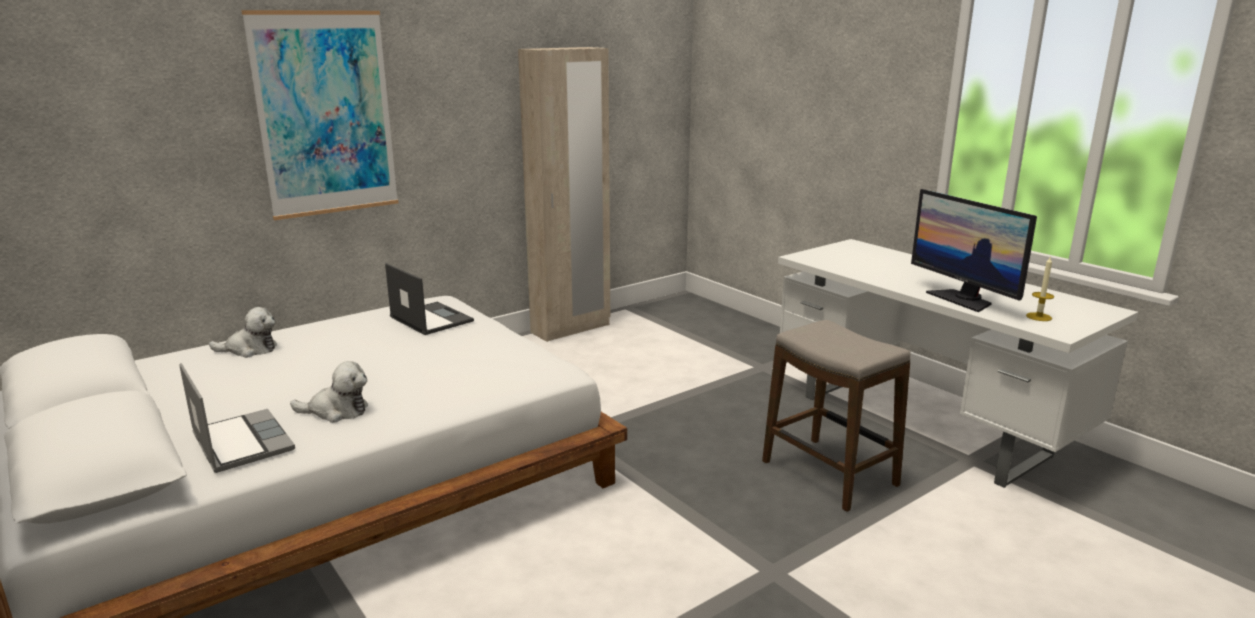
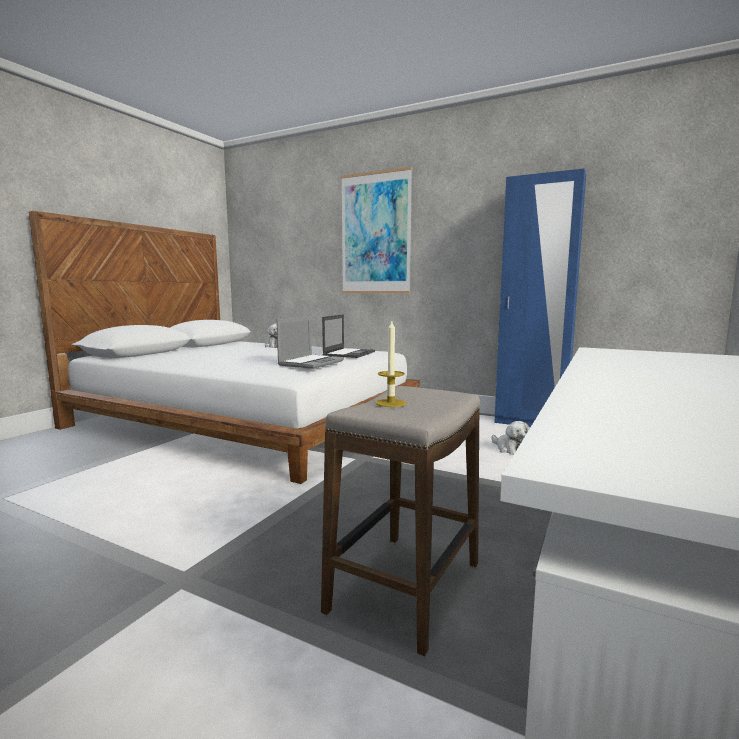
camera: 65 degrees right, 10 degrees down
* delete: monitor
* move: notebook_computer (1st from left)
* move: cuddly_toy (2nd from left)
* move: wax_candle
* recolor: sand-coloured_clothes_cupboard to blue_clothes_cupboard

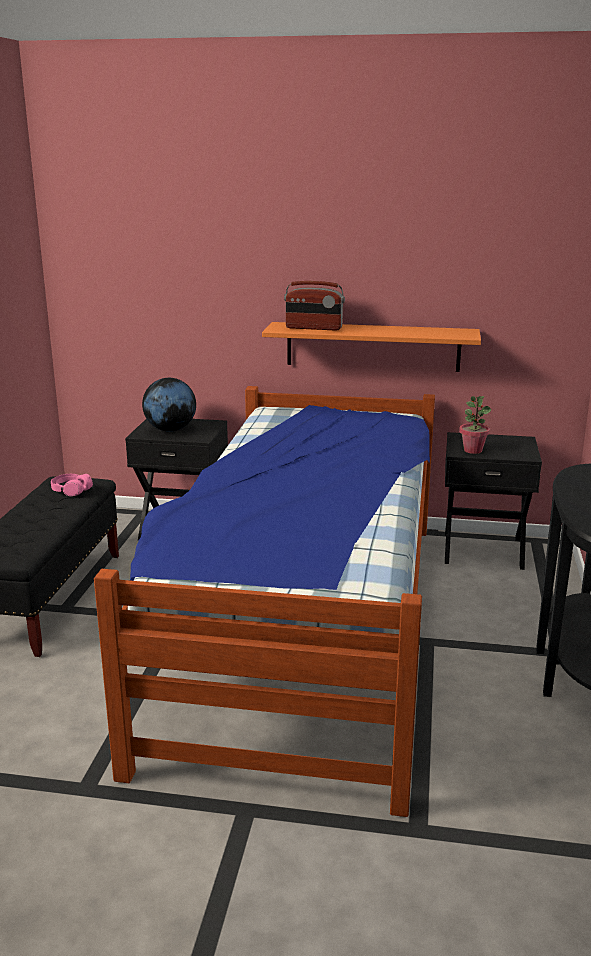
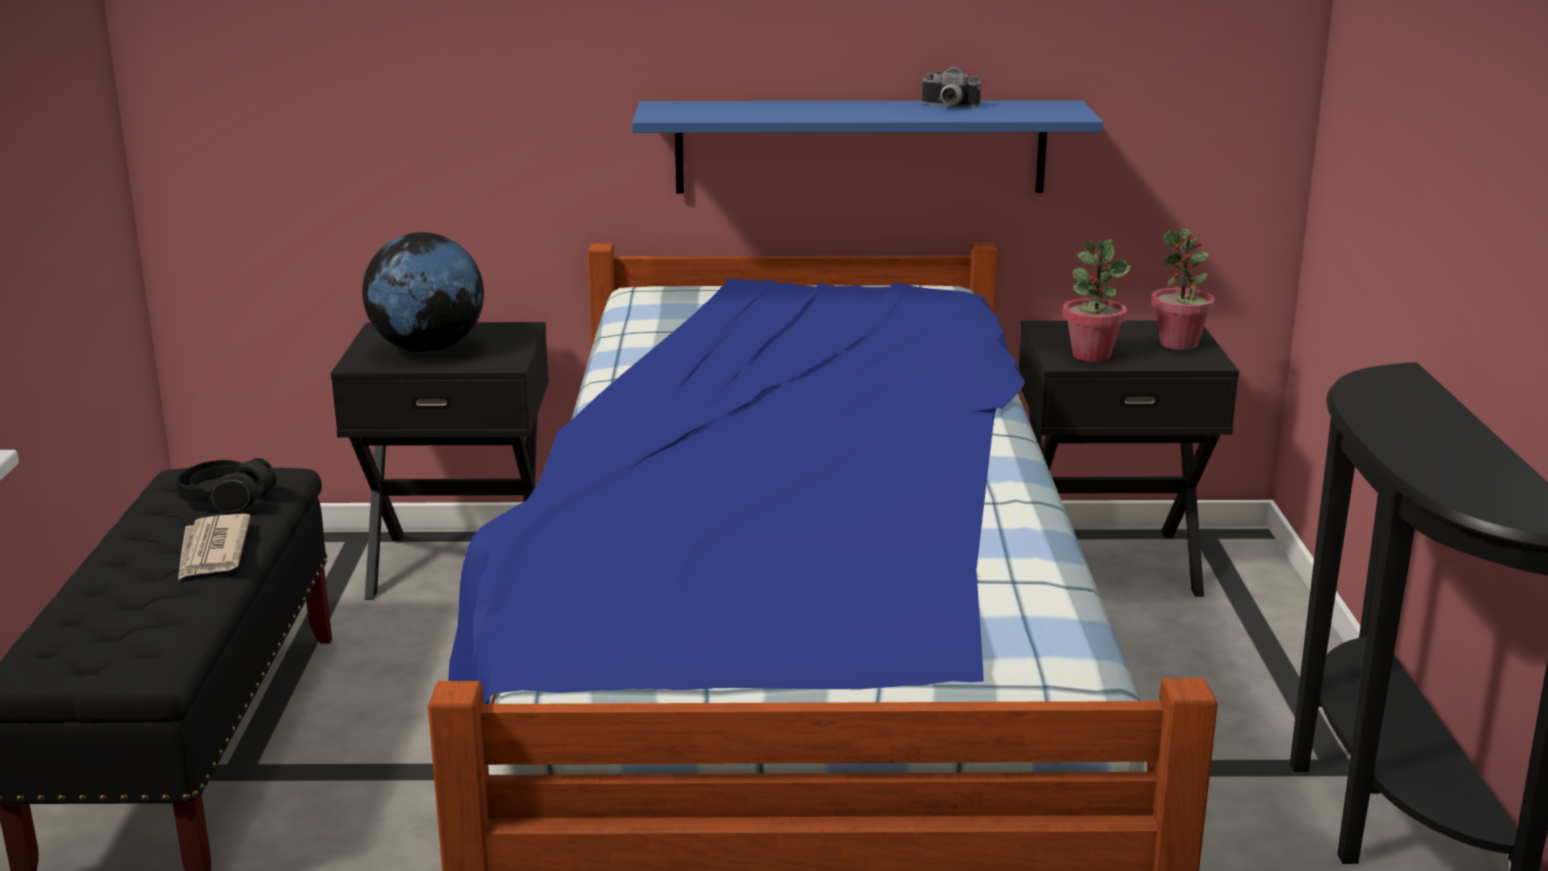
camera: 10 degrees left, 0 degrees up
* delete: radio_set
* insert: printed_paper
* insert: photo_camera
* insert: houseplant (2nd from left)
* recolor: pink-coloured_pair_of_headphones to black_pair_of_headphones
* recolor: orangey_wall_shelf to blue_wall_shelf

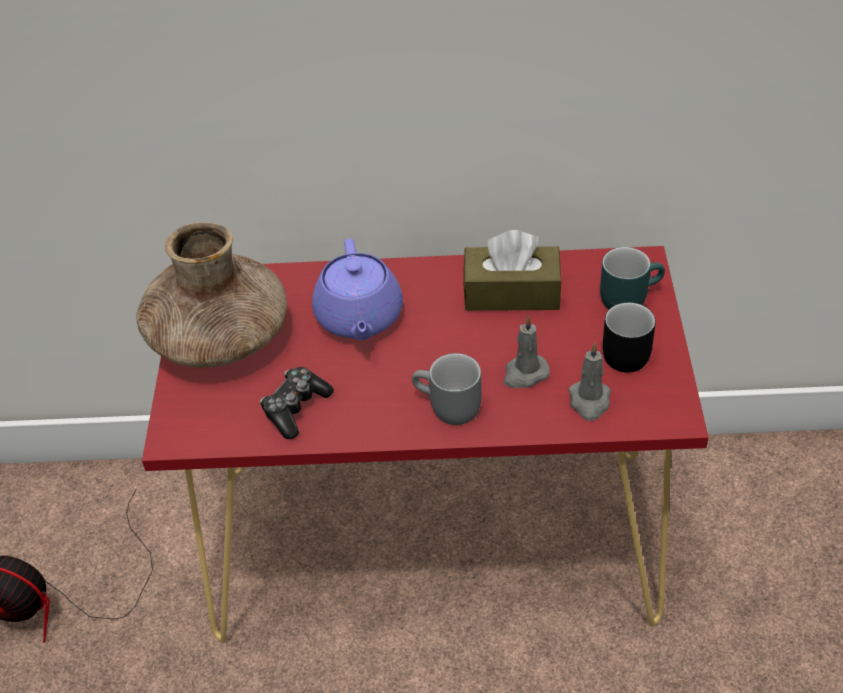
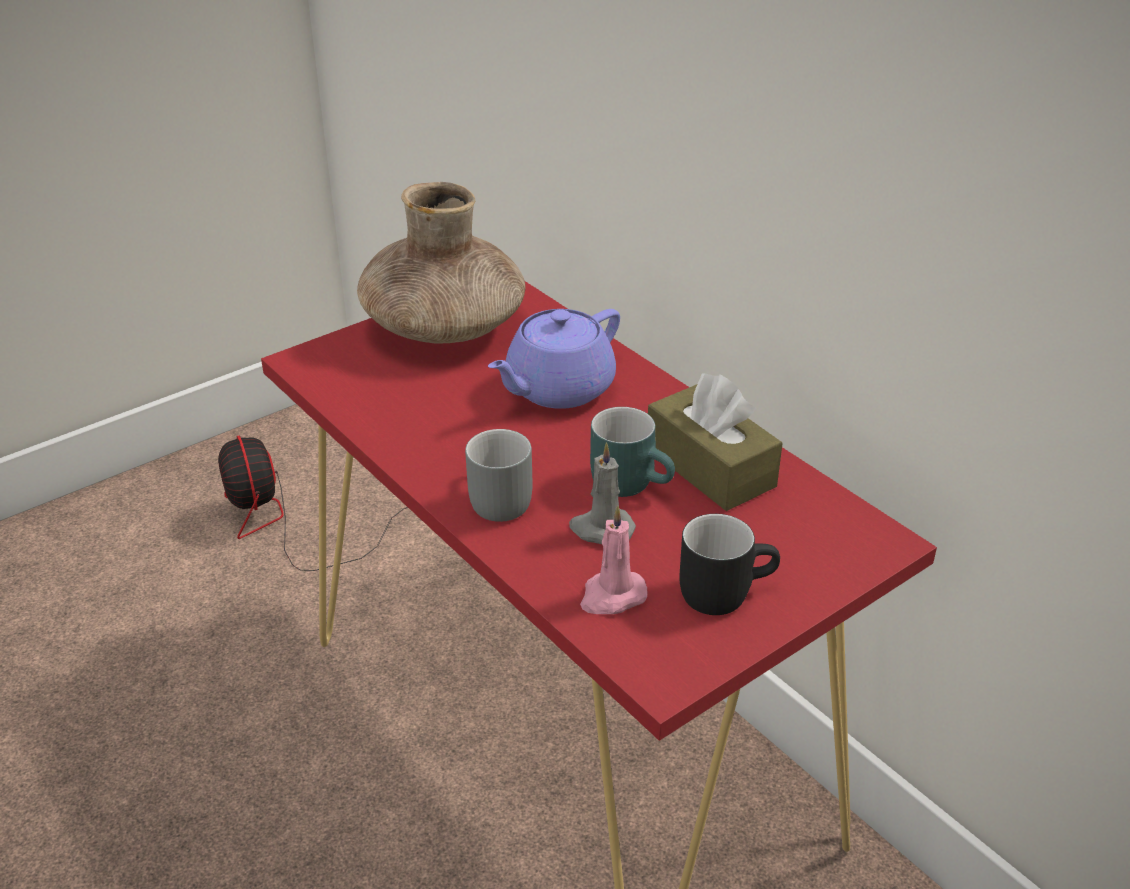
camera: 50 degrees right, 10 degrees down
* delete: gamepad
* move: turquoise_tea_mug
* recolor: gray_wax_candle (2nd from left) to pink-coloured_wax_candle

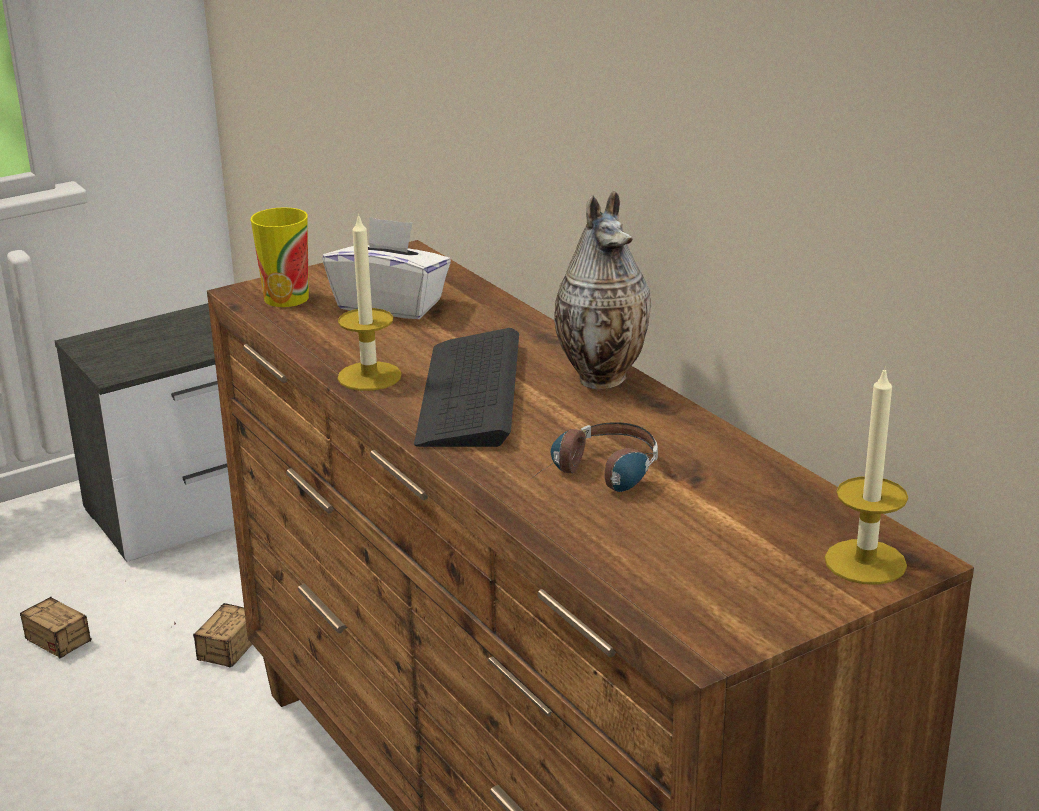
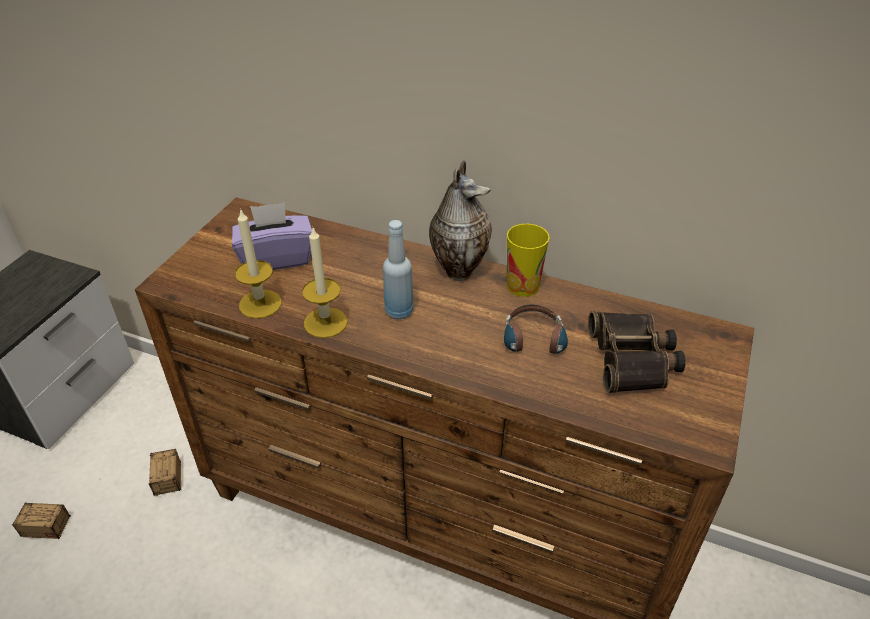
camera: 35 degrees left, 15 degrees up
* insert: binoculars
* move: drinking_cup
* move: wax_candle (2nd from left in the first image) to wax_candle (1st from left)
* replace: computer_keyboard to blue_drink_bottle
* recolor: white_box_of_tissues to purplish_box_of_tissues

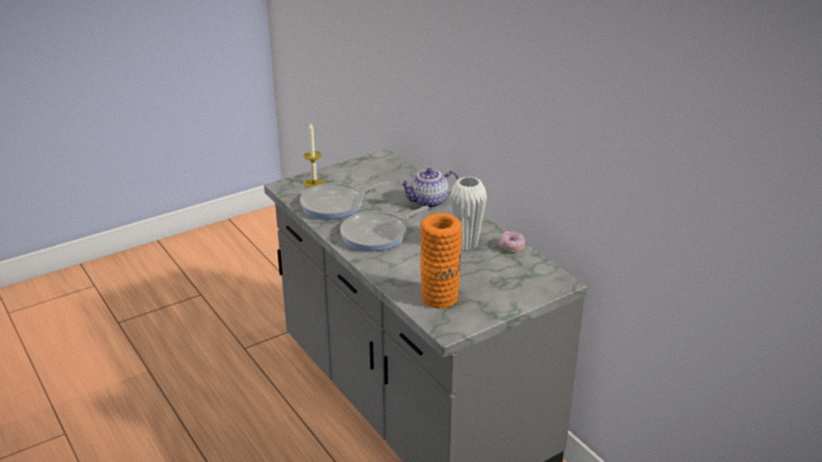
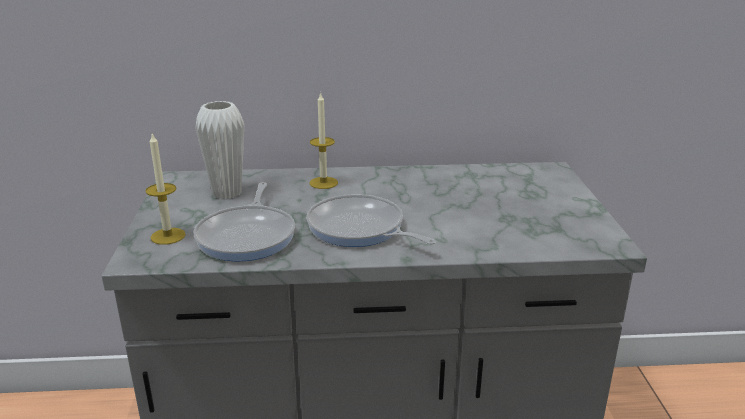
camera: 60 degrees left, 5 degrees down
* delete: orangey_flower_vase
* delete: doughnut
* move: white_flower_vase
* replace: pot_for_tea to wax_candle (2nd from left)
* rotate: pan (2nd from left) 135 degrees clockwise

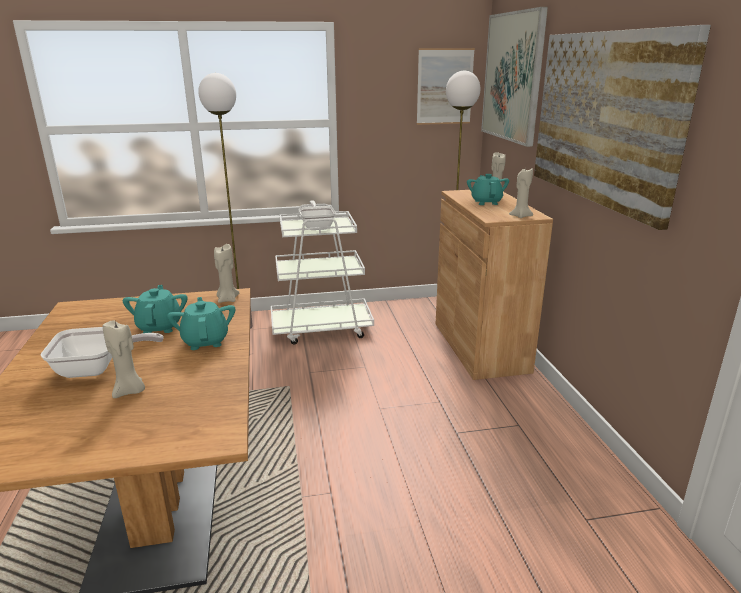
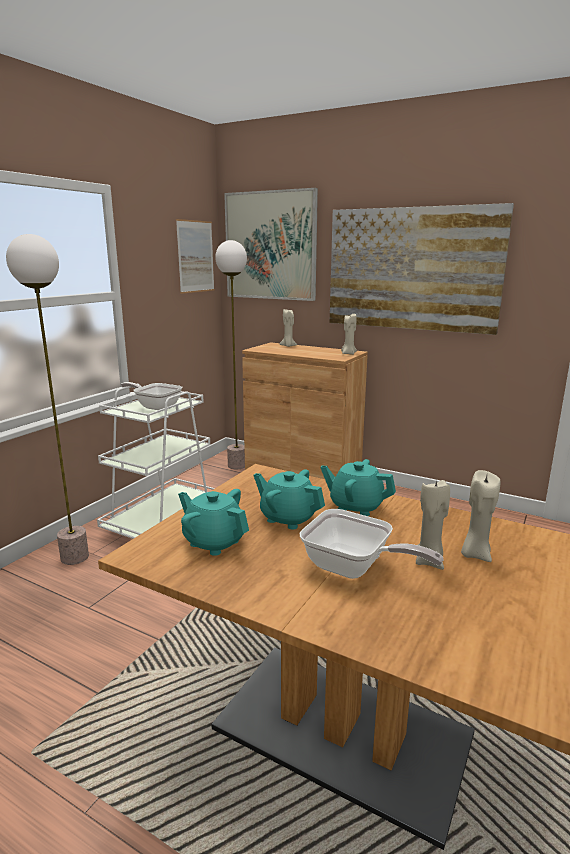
camera: 50 degrees left, 5 degrees down
* move: sand-coloured_wax_candle (2nd from left in the first image) to sand-coloured_wax_candle (4th from left)
* move: turquoise_pot_for_tea (3rd from left in the first image) to turquoise_pot_for_tea (1st from left)
* rotate: pan (1st from left in the first image) 90 degrees clockwise

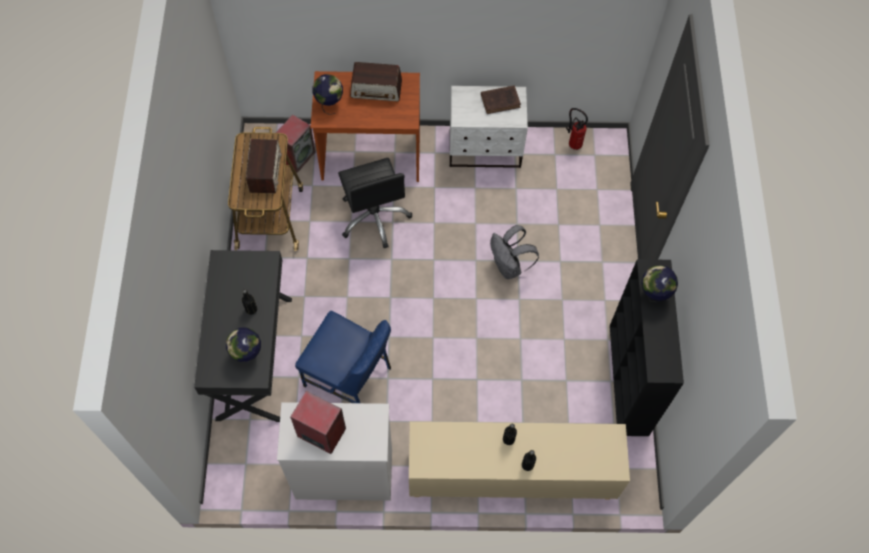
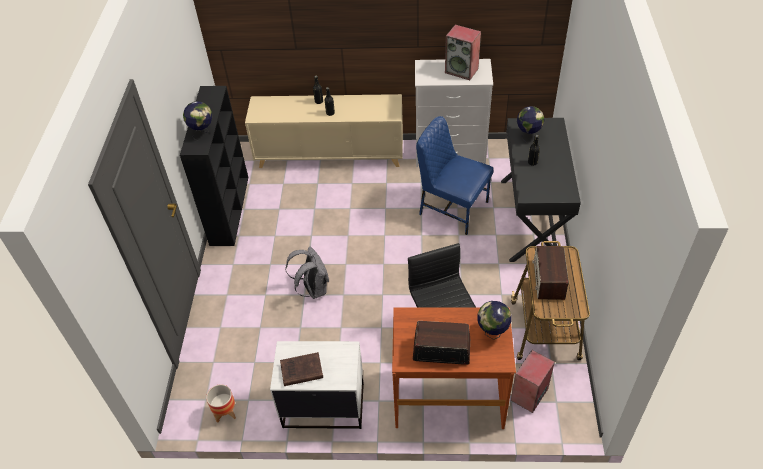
camera: 175 degrees left, 15 degrees down
* replace: fire_extinguisher to plant_pot

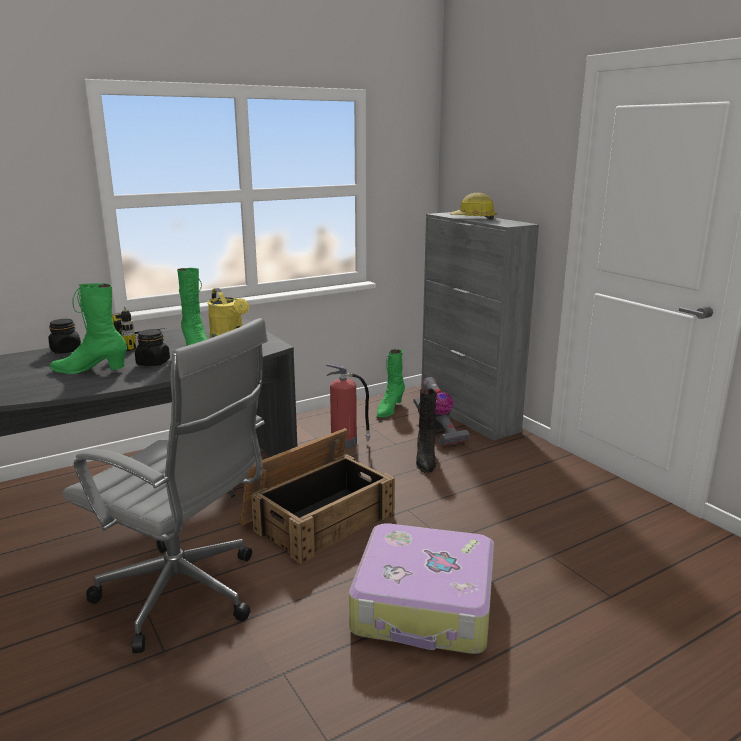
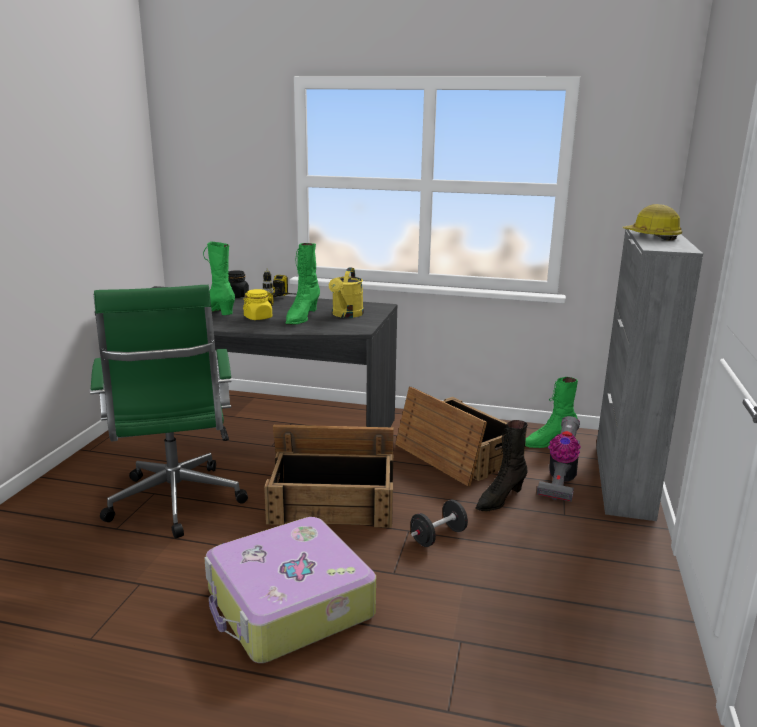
camera: 45 degrees right, 0 degrees up
* insert: black_dumbbell
* replace: fire_extinguisher to packing_crate (2nd from left)
* recolor: gray_computer_chair to greenish_computer_chair
* recolor: black_preserve_jar (2nd from left) to yellowish_preserve_jar

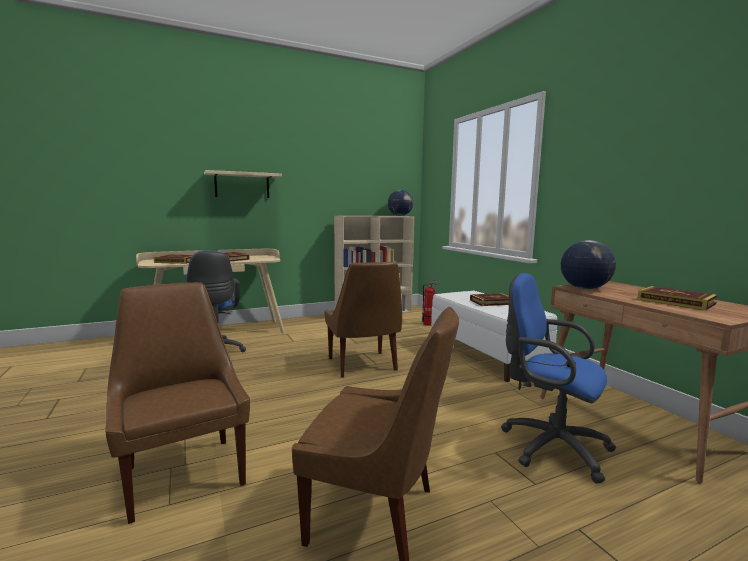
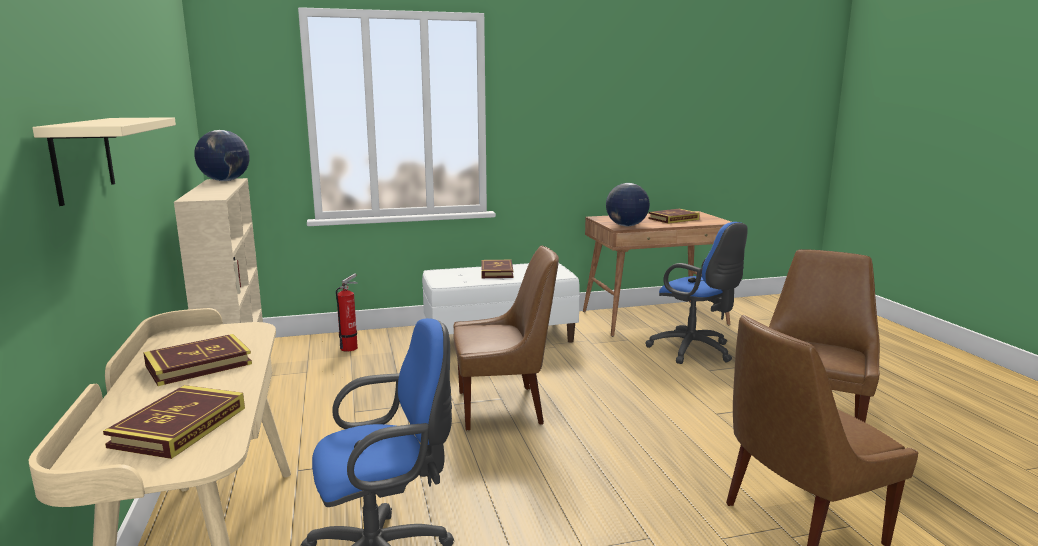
camera: 80 degrees left, 5 degrees up
* rotate: blue_computer_chair (2nd from left) 90 degrees counterclockwise

